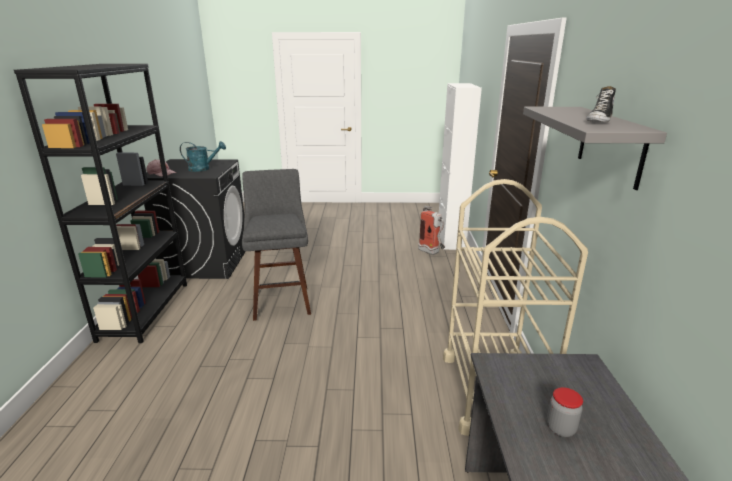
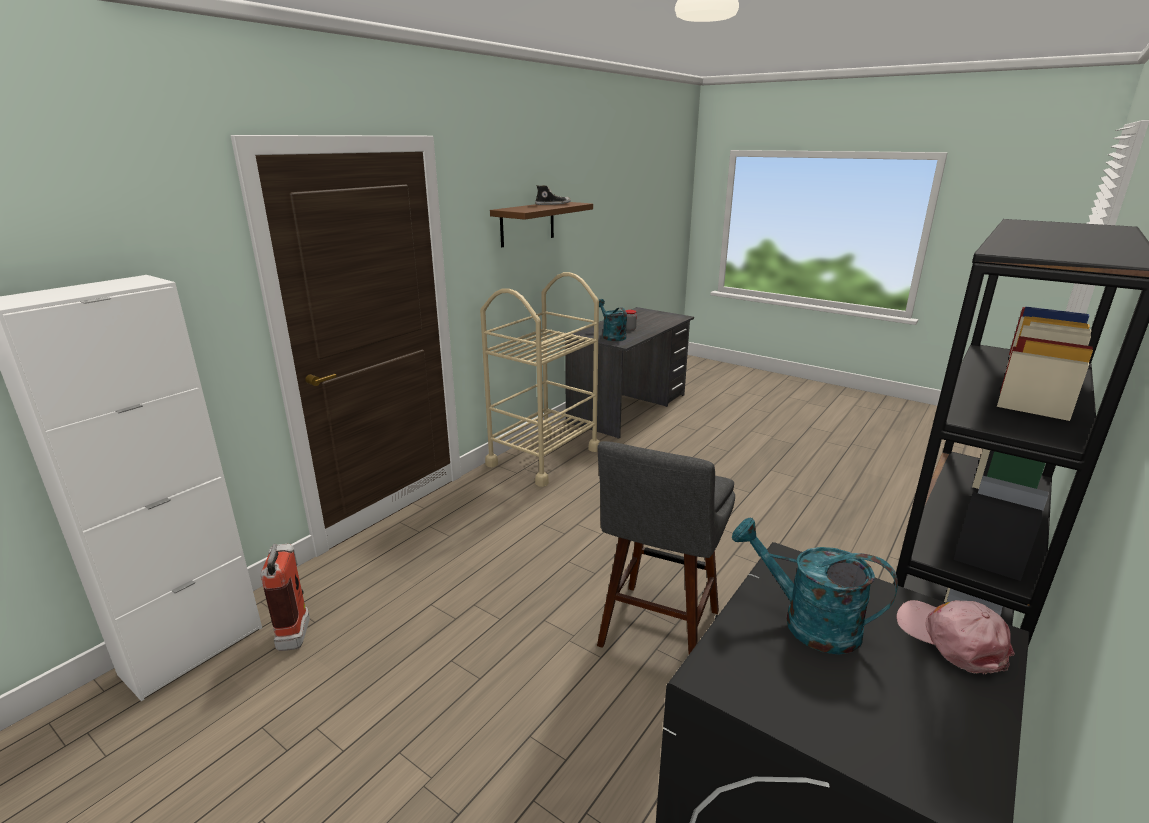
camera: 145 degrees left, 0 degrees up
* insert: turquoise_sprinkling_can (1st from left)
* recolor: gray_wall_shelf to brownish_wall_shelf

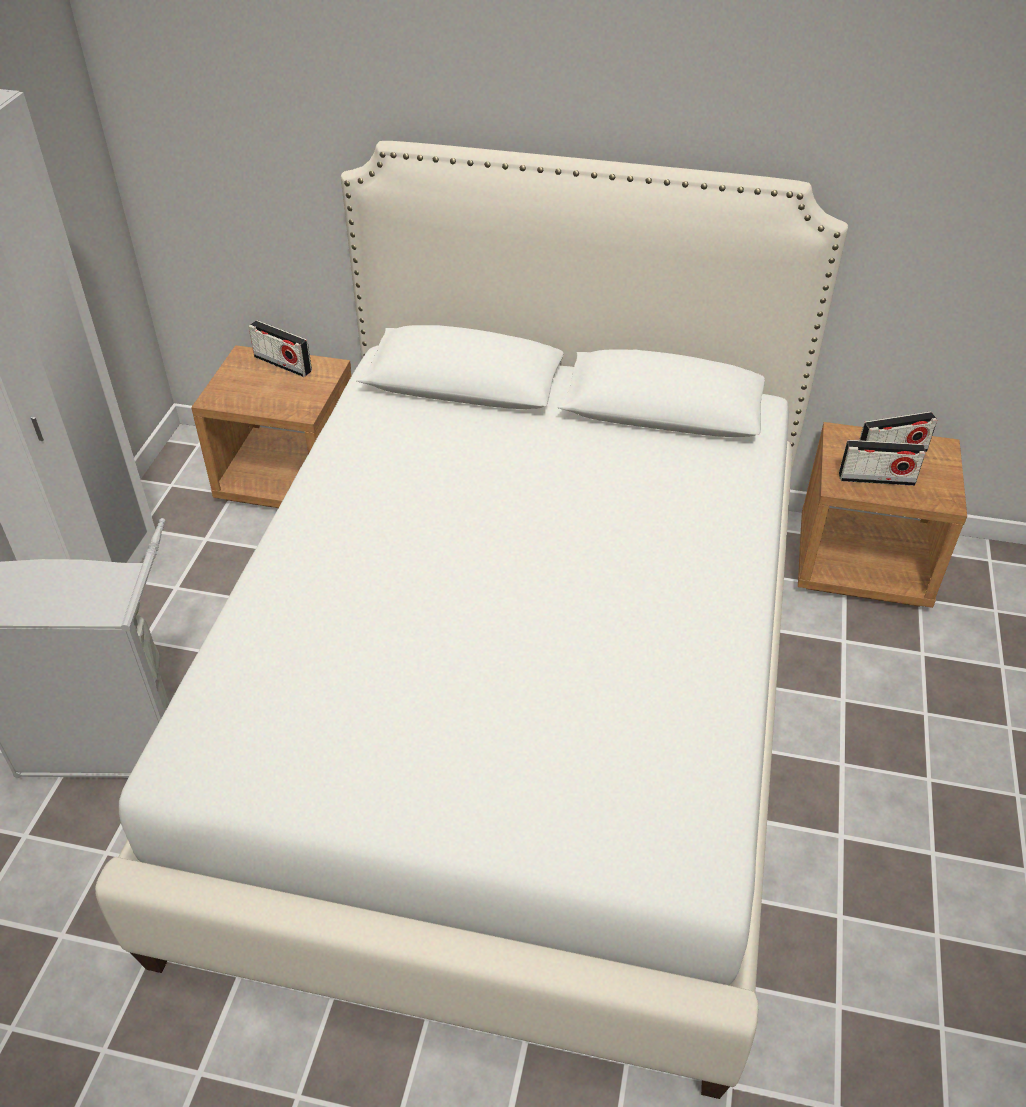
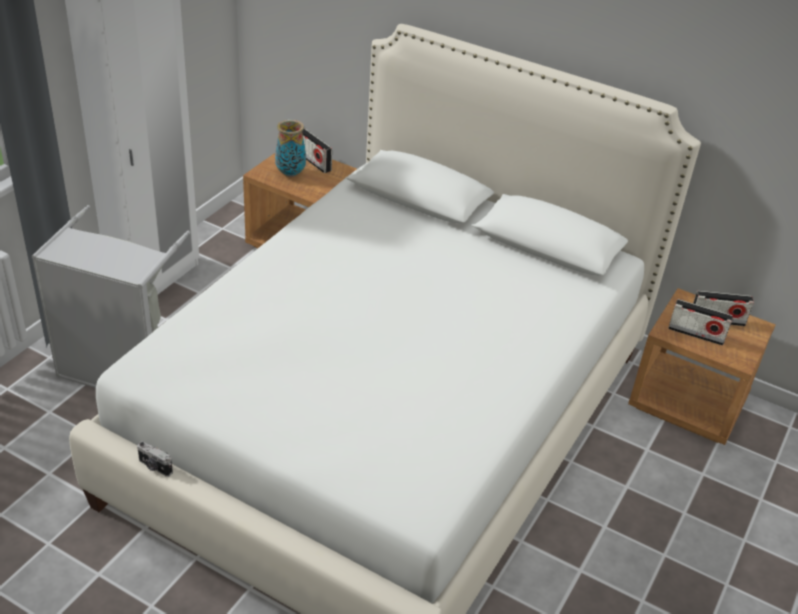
camera: 15 degrees right, 5 degrees down
* insert: photo_camera
* insert: flower_vase

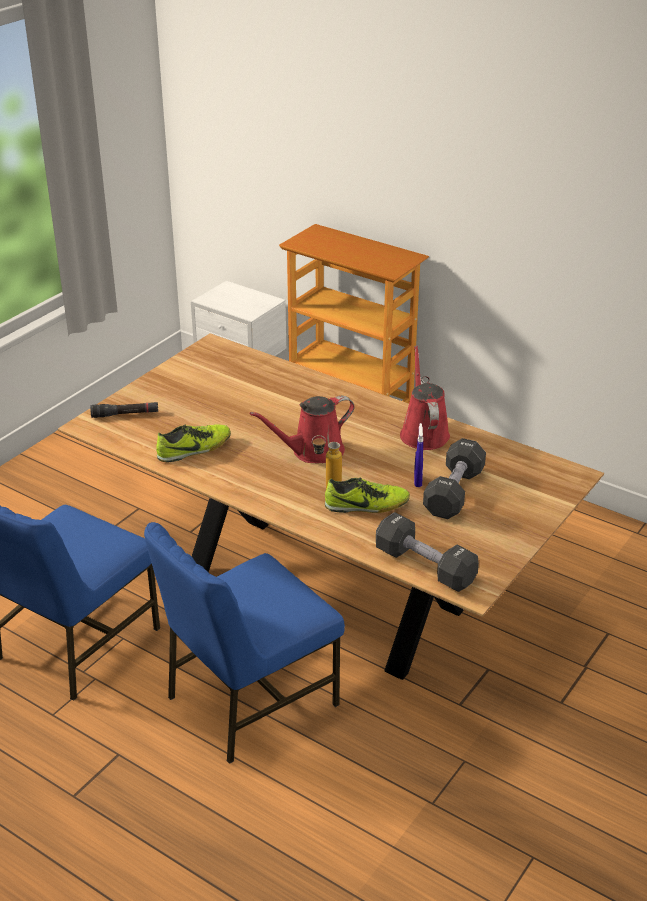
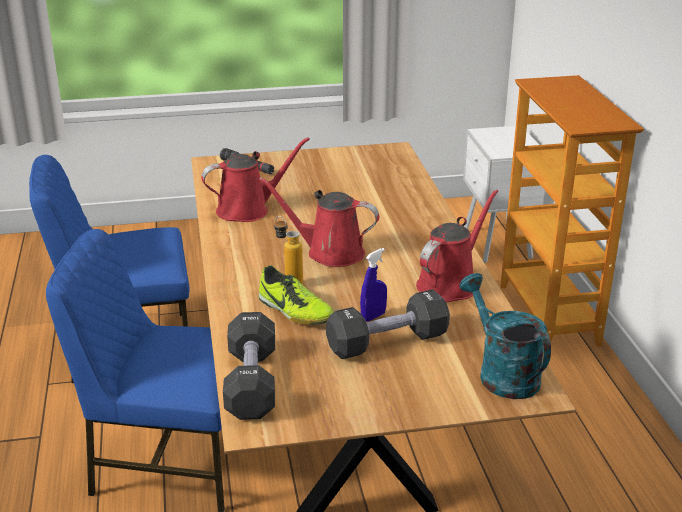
camera: 45 degrees right, 5 degrees down
* insert: turquoise_sprinkling_can
* replace: low_shoe (1st from left) to reddish_sprinkling_can (1st from left)

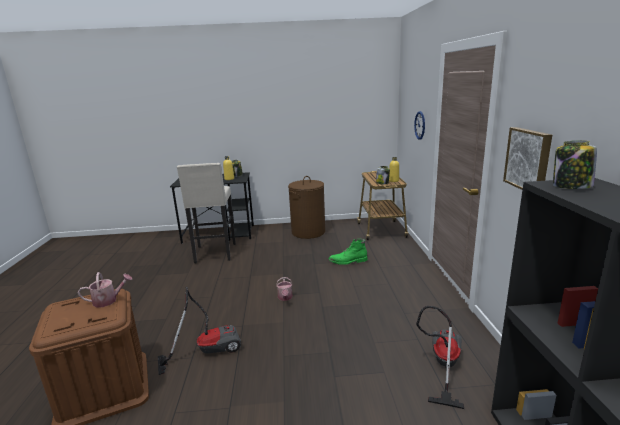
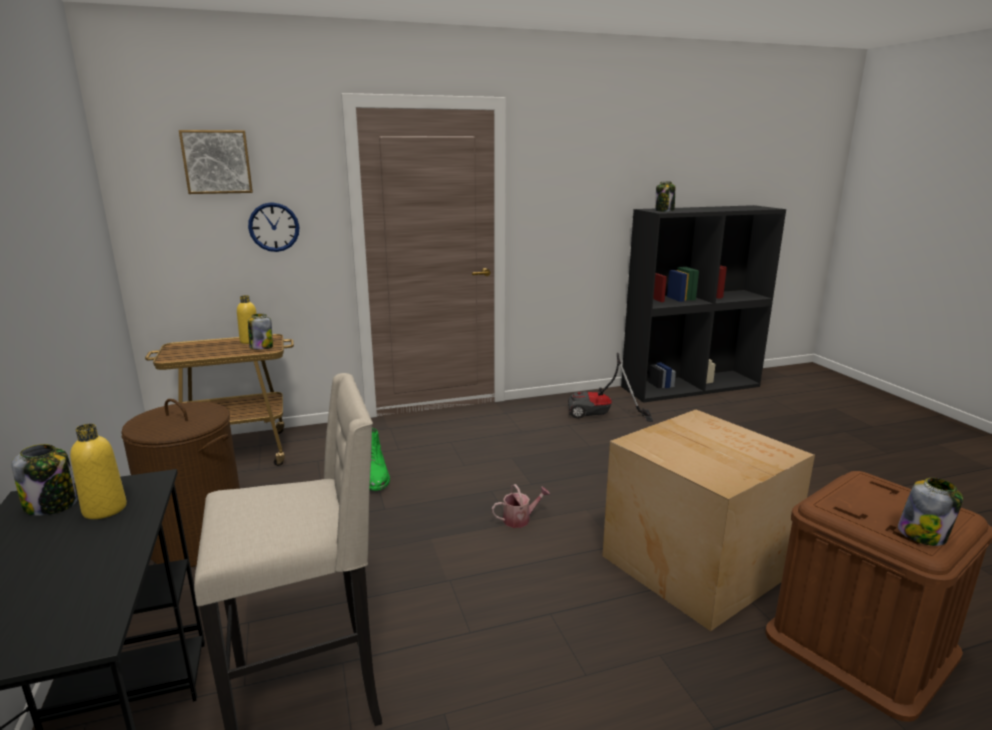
camera: 105 degrees left, 0 degrees up
* delete: sprinkling_can (1st from left)
* insert: preserve_jar (4th from left)
* move: picture
* replace: vacuum_cleaner (1st from left) to cardboard_box

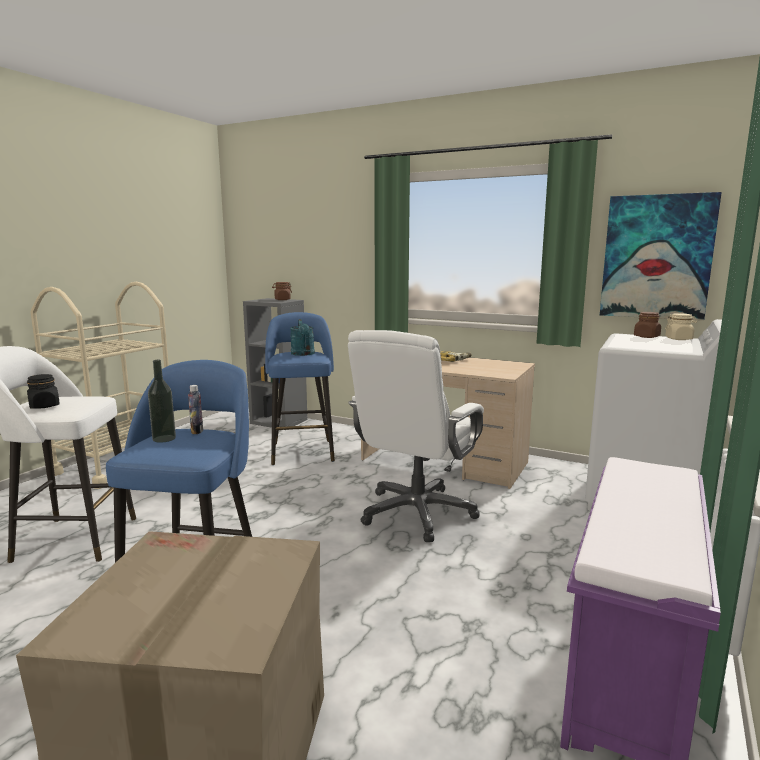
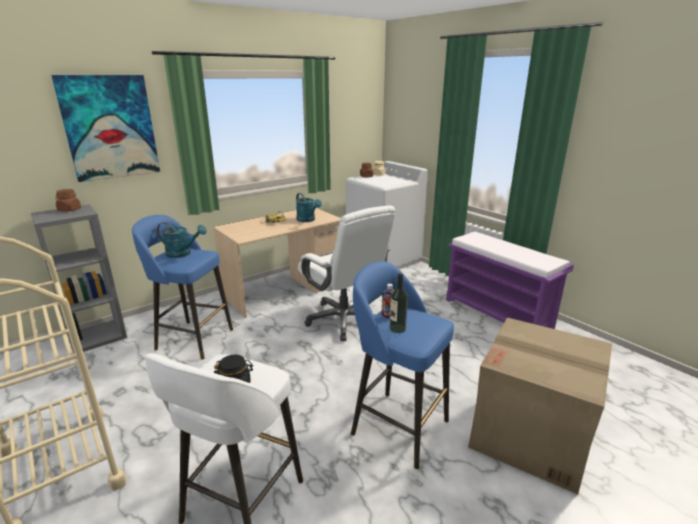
camera: 65 degrees left, 10 degrees up
* insert: turquoise_sprinkling_can (2nd from left)
* move: picture

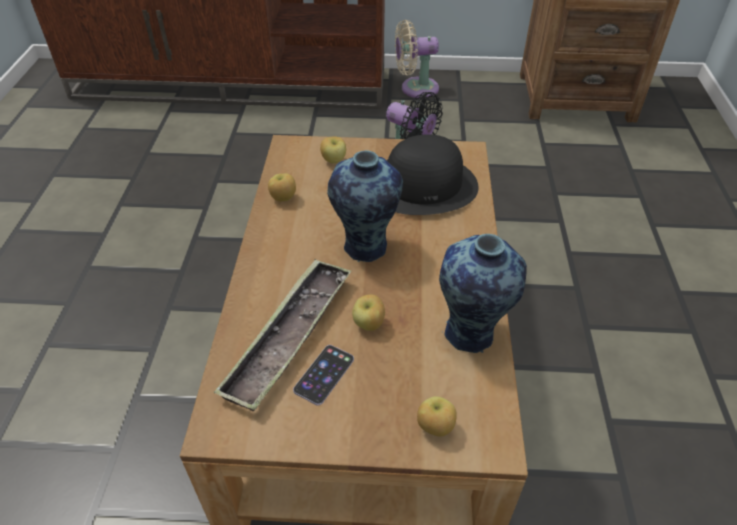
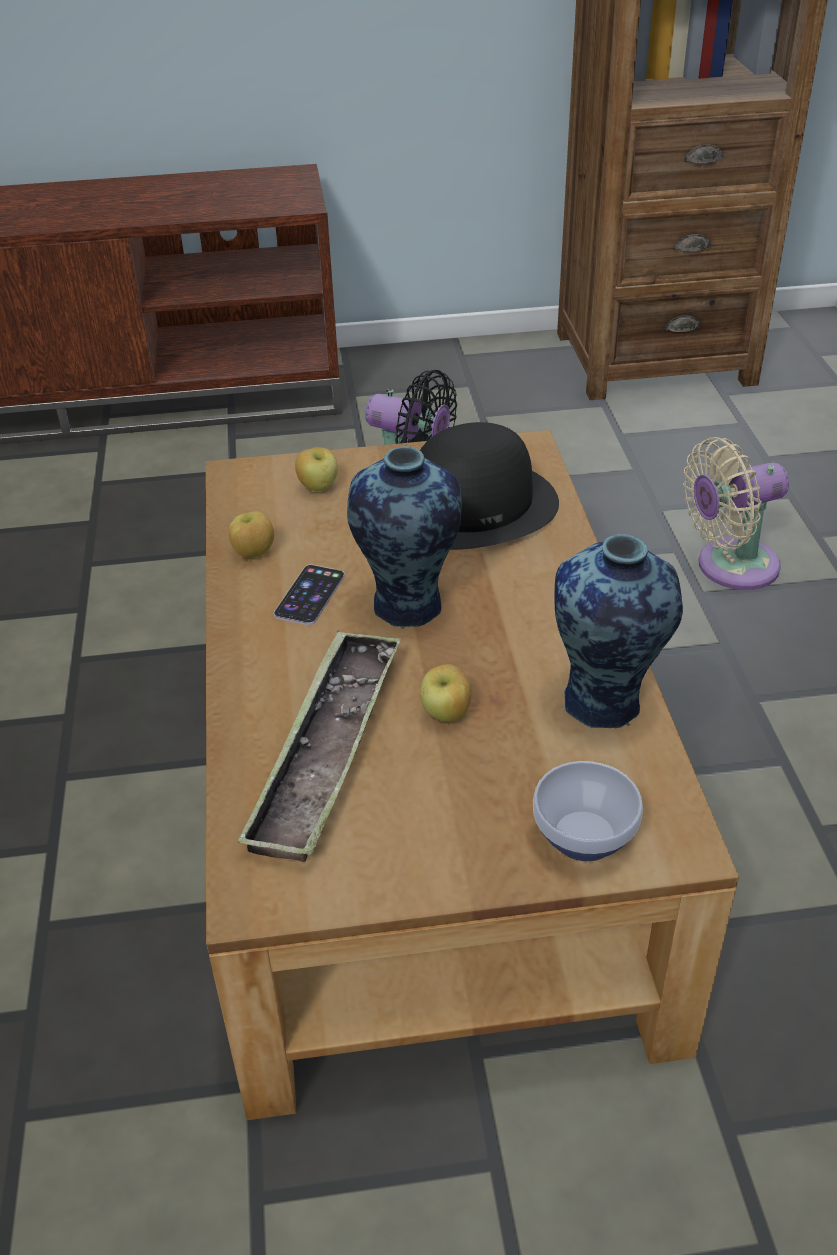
camera: 10 degrees left, 5 degrees down
* move: phone
* move: sand-coloured_electric_fan
* replace: apple_fruit (4th from left) to bowl

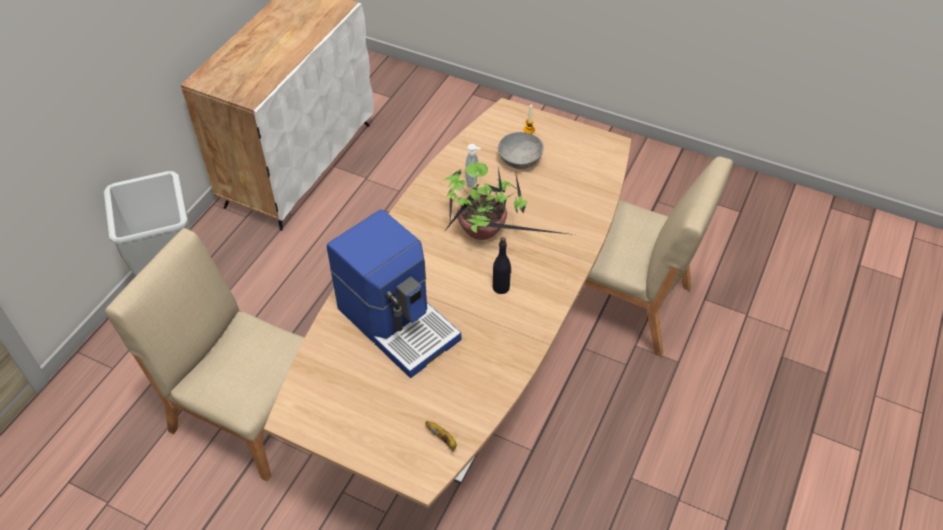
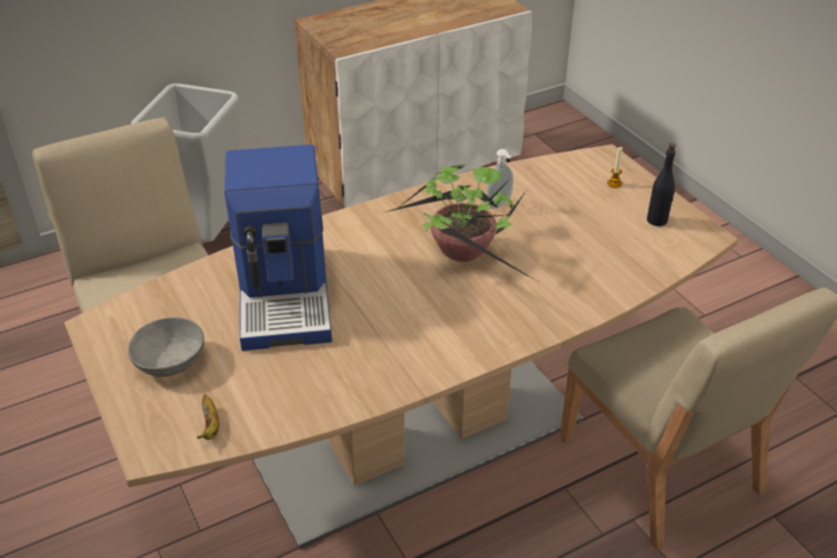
camera: 35 degrees right, 10 degrees down
* move: black_drink_bottle
* move: gray_bowl

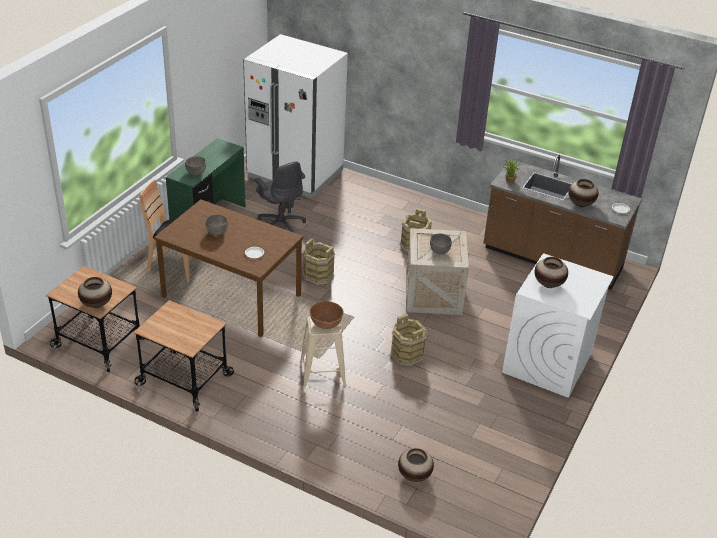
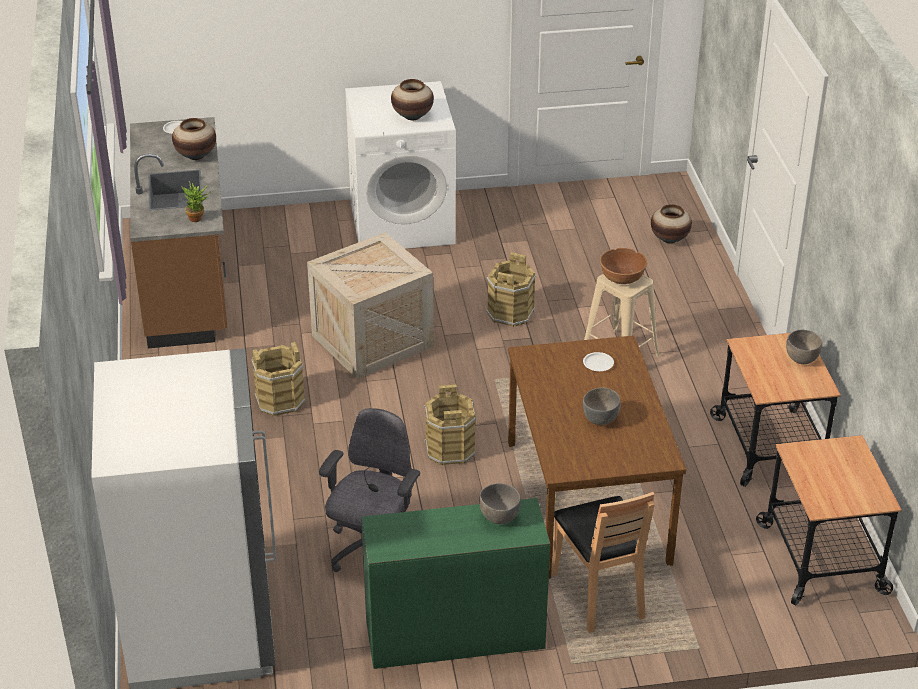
camera: 125 degrees left, 0 degrees up
* delete: flower_vase (1st from left)
* move: gray_bowl (3rd from left)

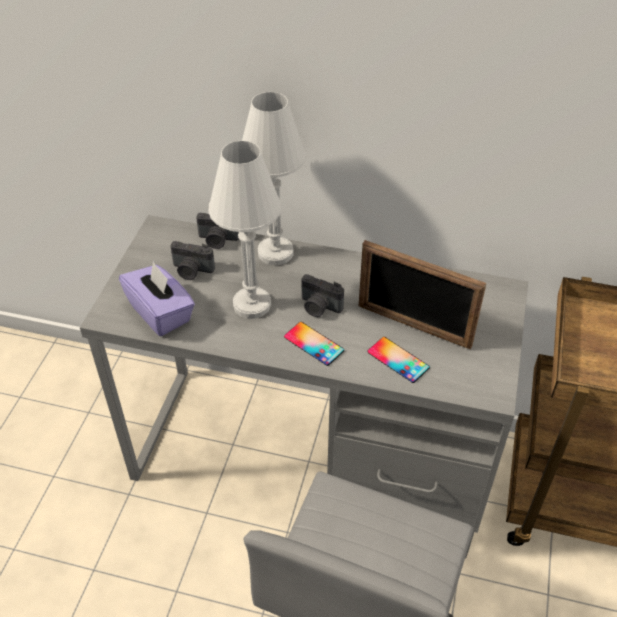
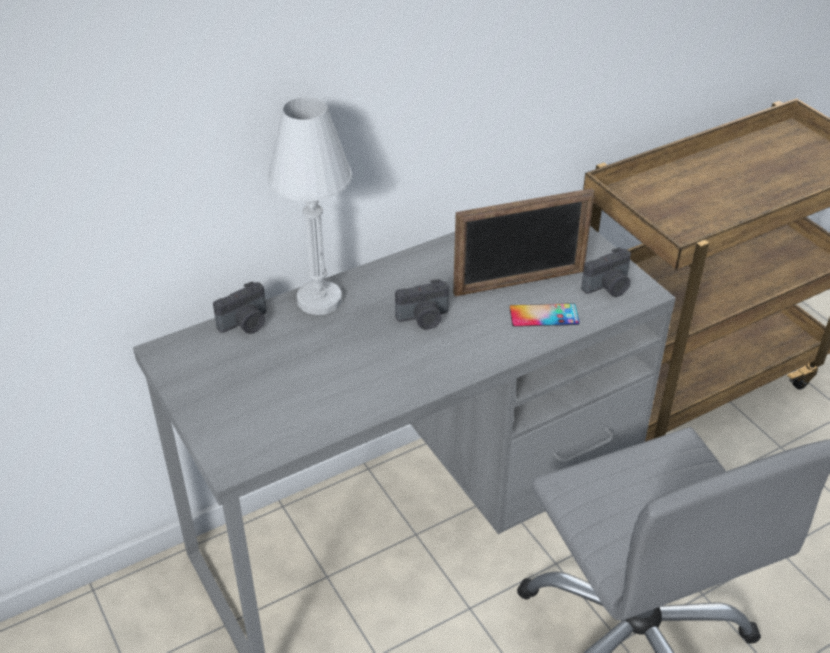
camera: 45 degrees left, 5 degrees down
* delete: purplish_box_of_tissues
* delete: white_tabletop_lamp (1st from left)
* delete: phone (1st from left)
* move: photo_camera (1st from left in the first image) to photo_camera (3rd from left)

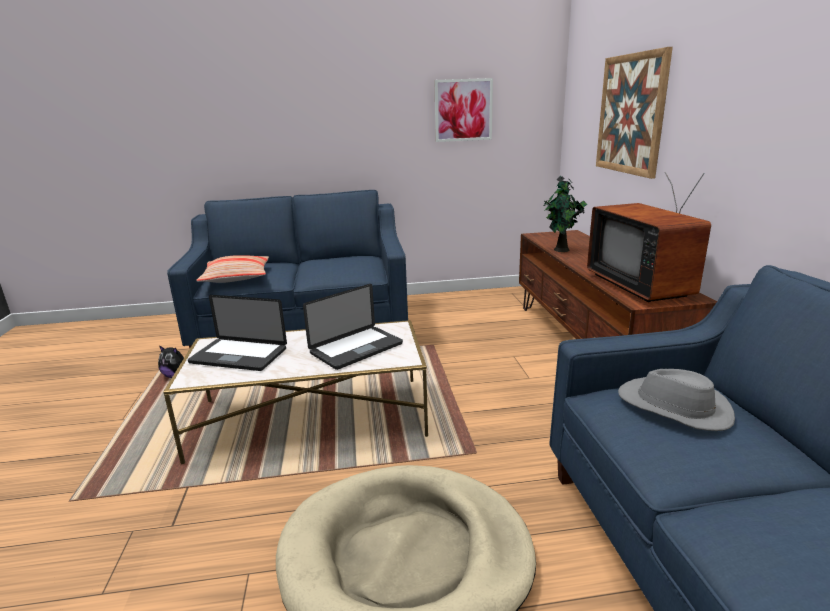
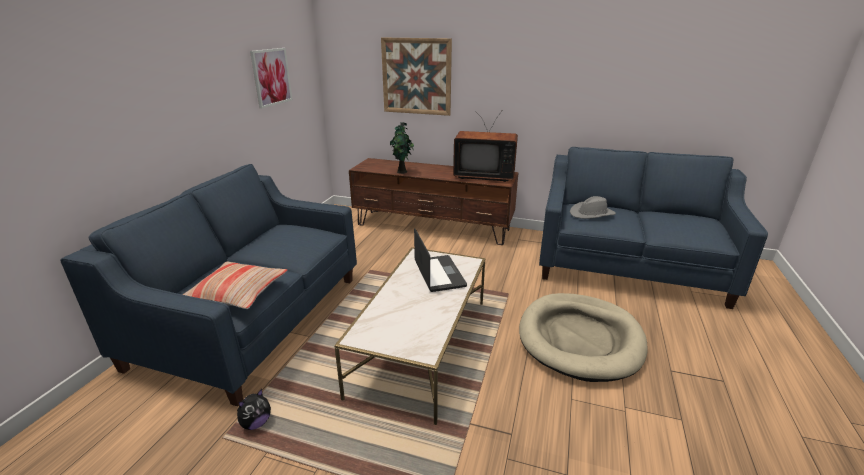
camera: 65 degrees left, 5 degrees up
* delete: notebook_computer (1st from left)

